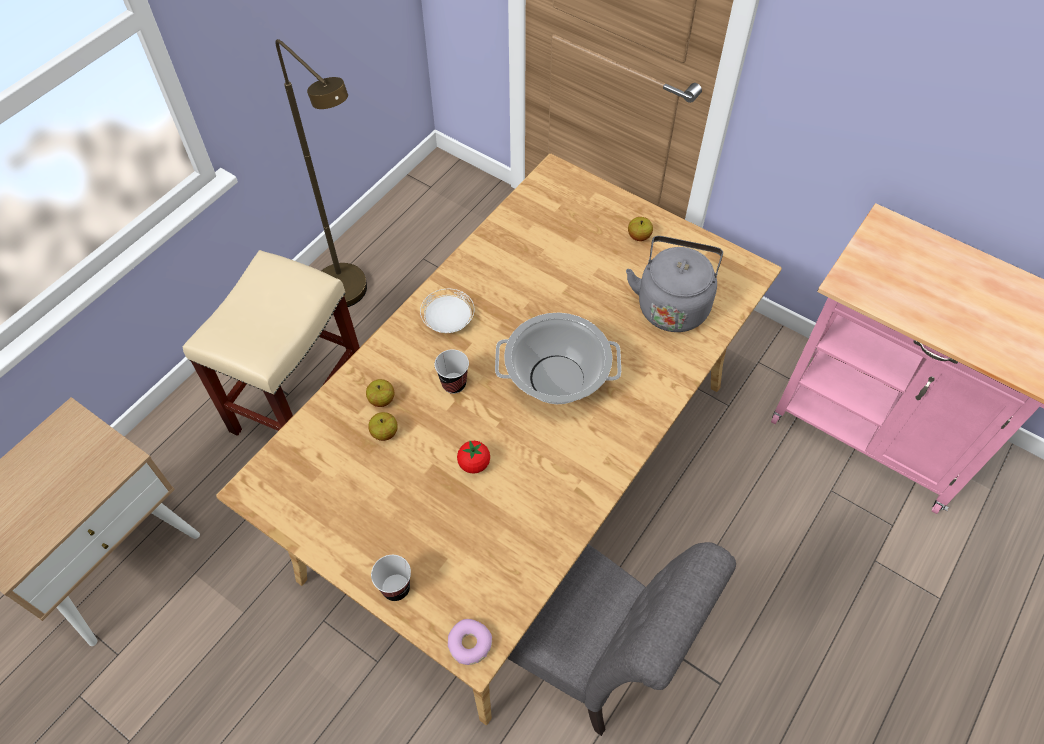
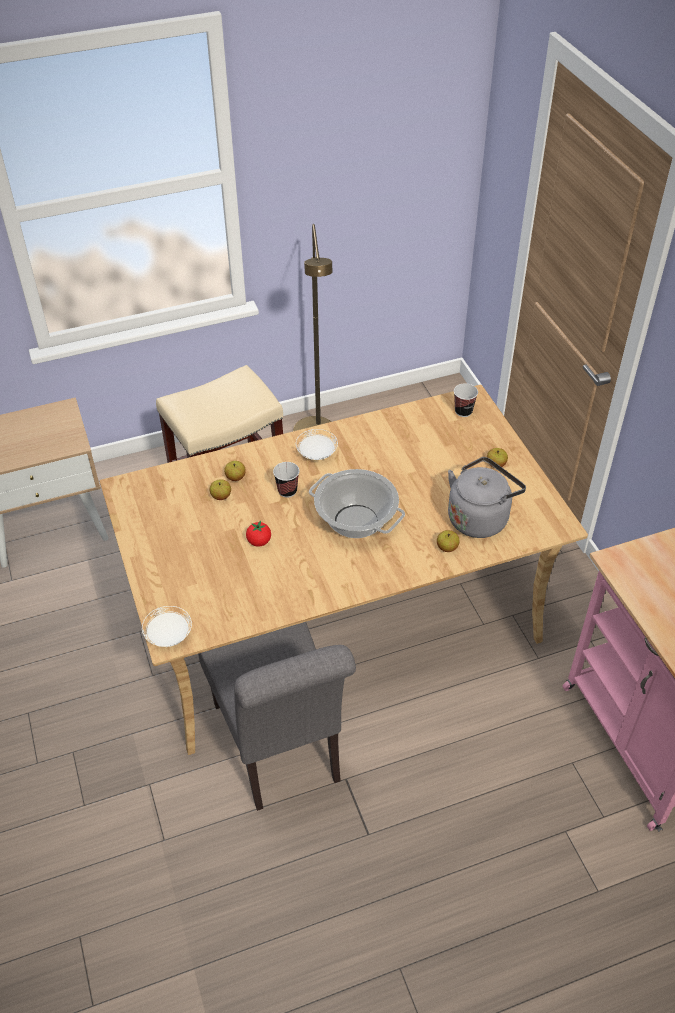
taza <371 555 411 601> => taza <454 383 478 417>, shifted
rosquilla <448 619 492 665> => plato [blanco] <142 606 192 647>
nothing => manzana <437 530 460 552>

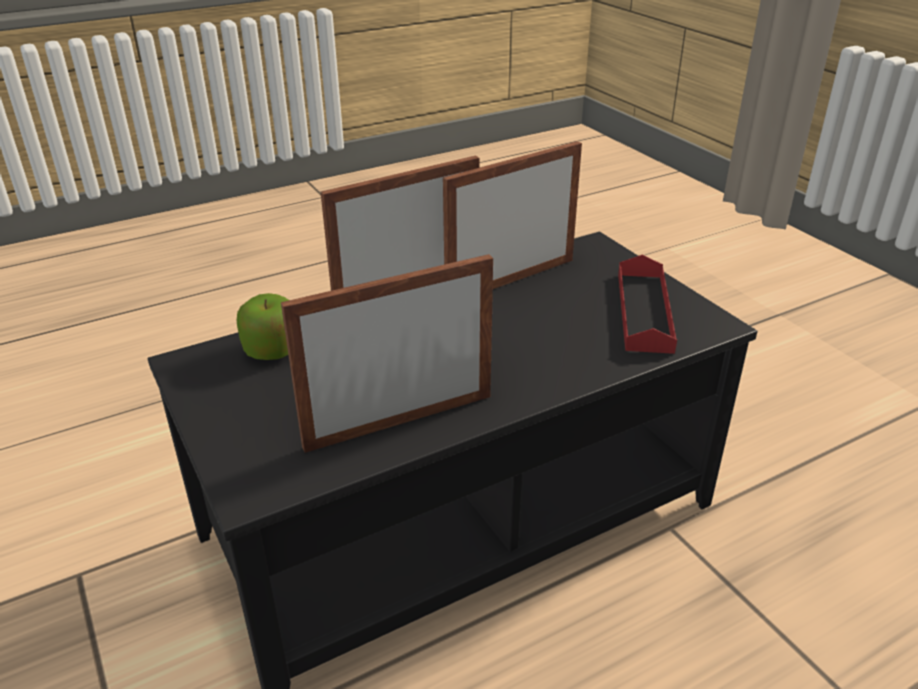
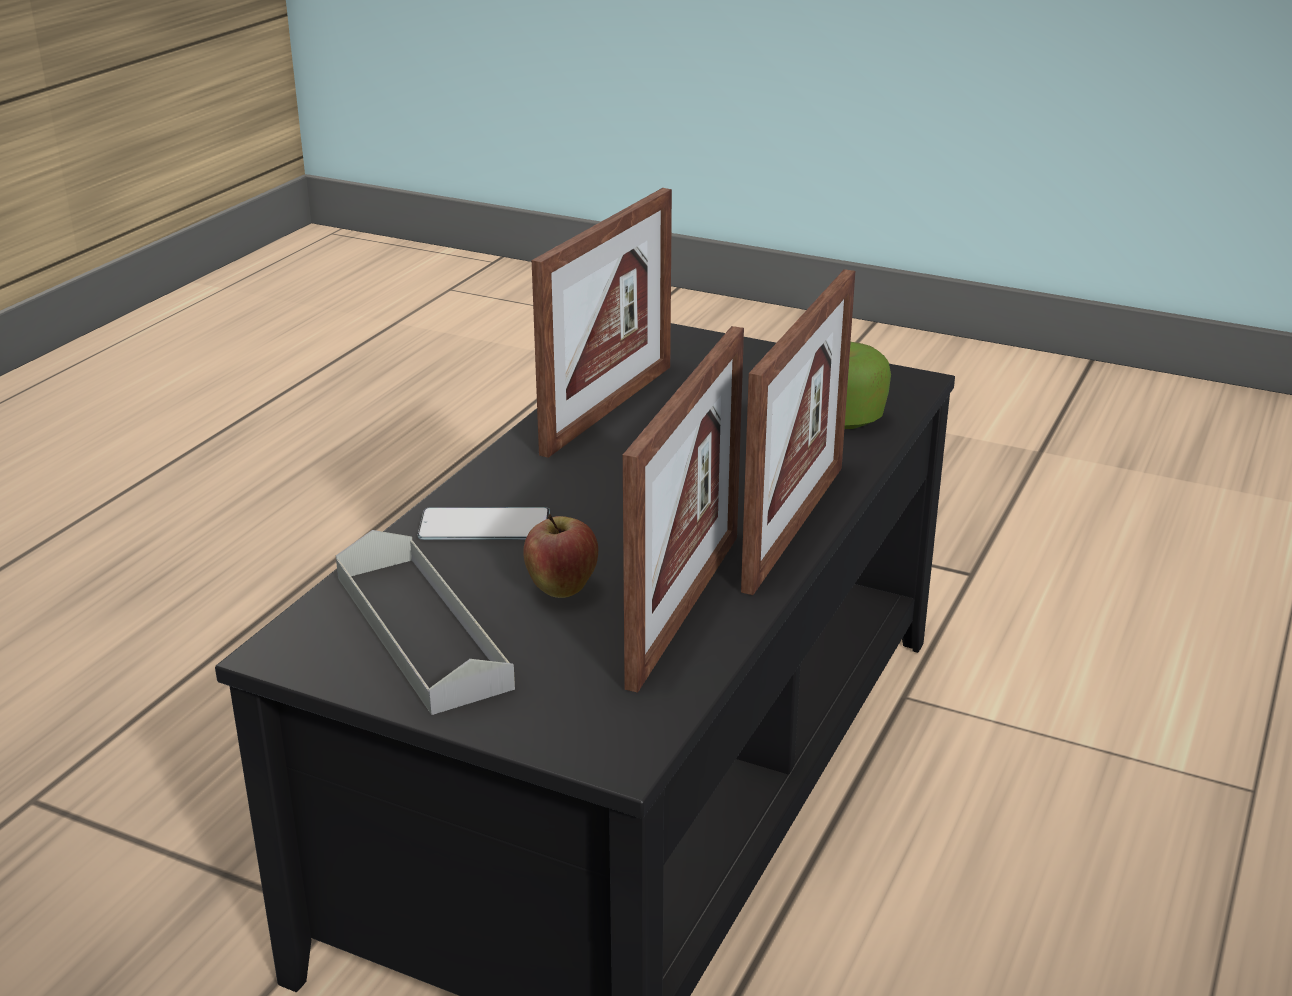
bandeja [rojo] <618 254 677 354> => bandeja [gris] <336 530 515 715>
nothing => móvil <418 507 550 540>
nothing => manzana <524 514 598 598>

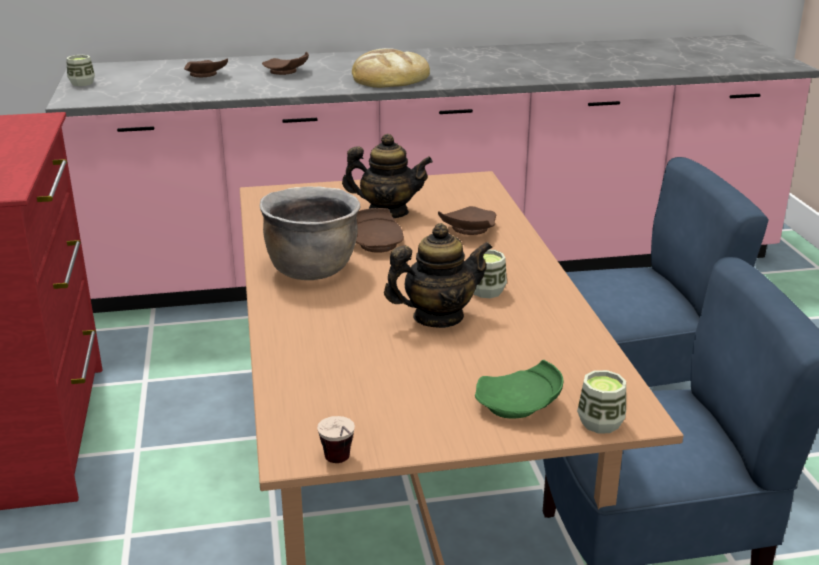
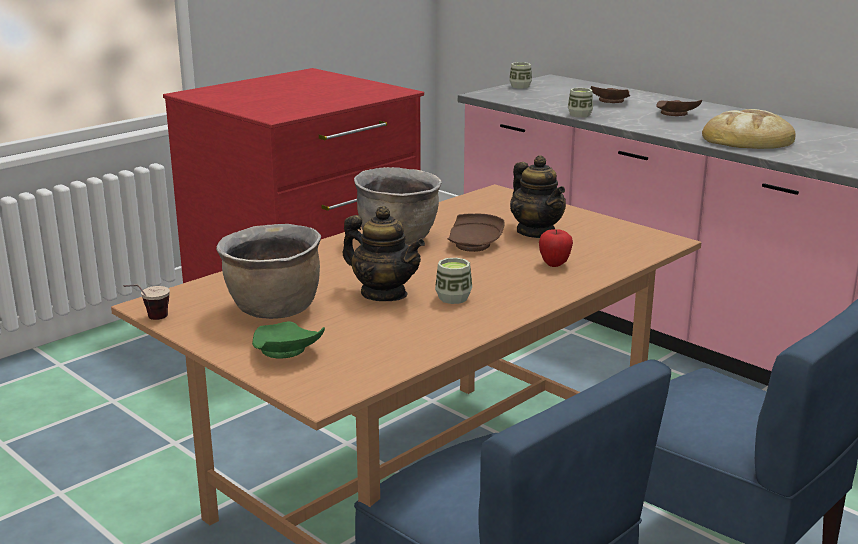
plato [marrón] <438 206 496 235> => manzana <539 229 573 267>
taza <577 370 626 433> => taza <568 88 593 118>, shifted
nothing => olla [marrón] <216 224 321 319>

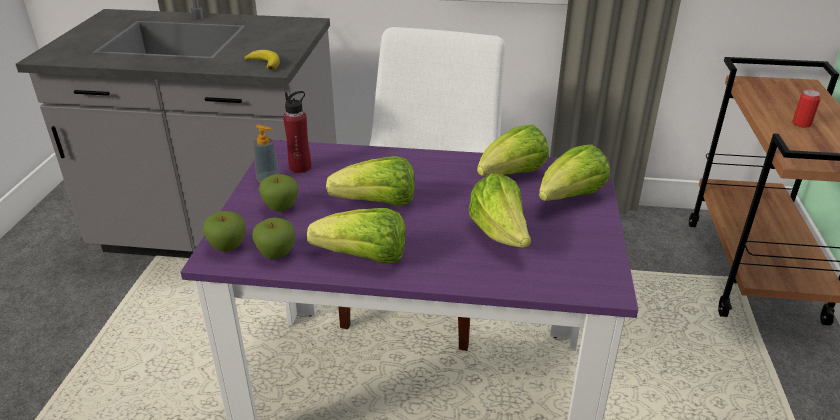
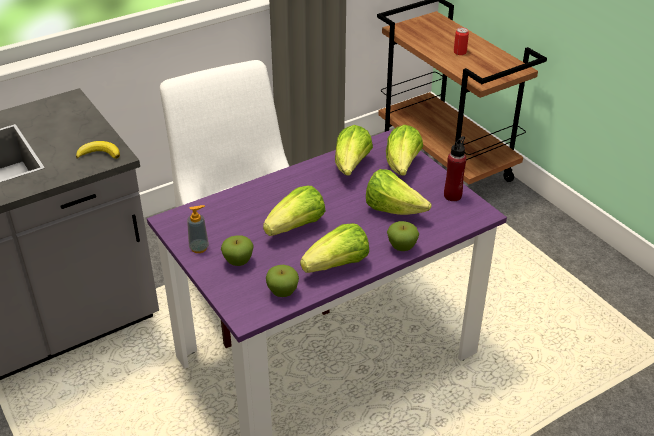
botella [rojo] <283 91 311 173> => botella [rojo] <444 136 467 201>, shifted
manzana <203 211 246 252> => manzana <387 221 419 251>, shifted

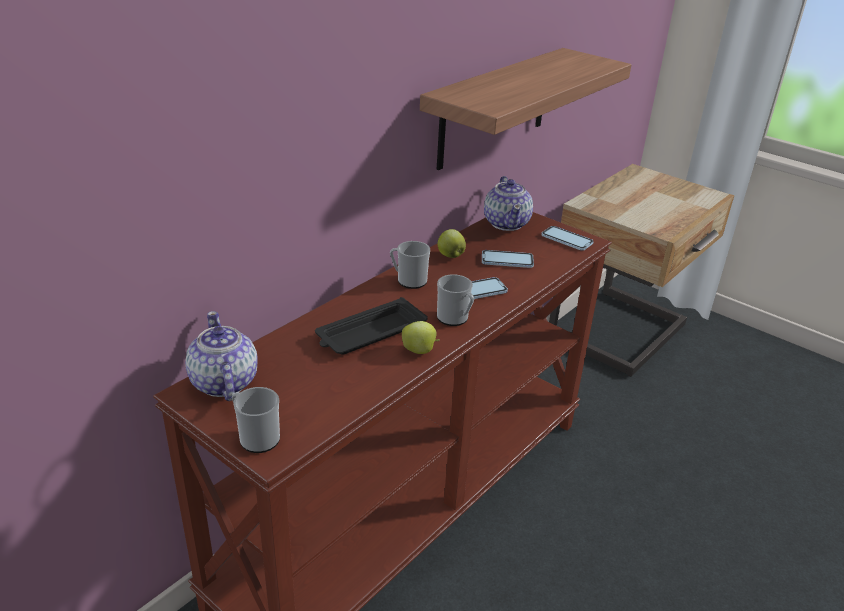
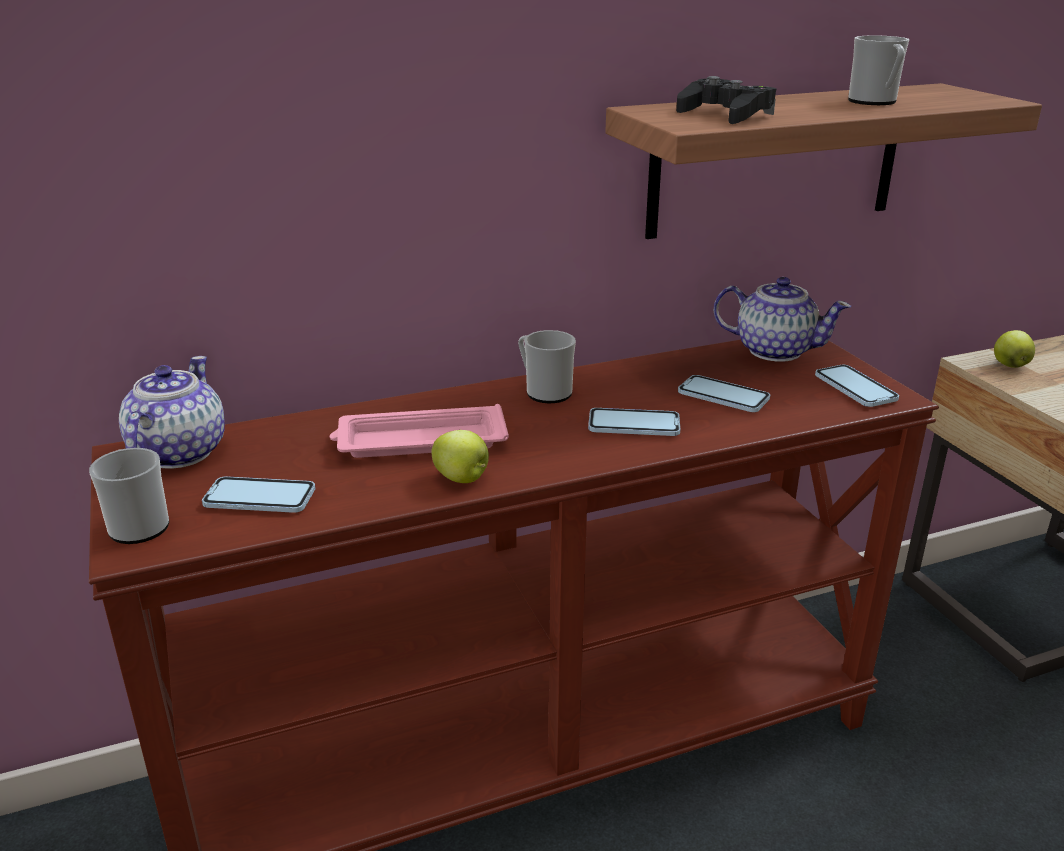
tetera <484 176 533 231> => tetera <713 277 851 362>, 90 degrees counterclockwise
manzana <437 229 466 258> => manzana <994 330 1035 368>, shifted
taza grande <437 274 474 326> => taza grande <848 35 909 105>, shifted
bandeja [negro] <315 297 428 355> => bandeja [rosa] <329 404 509 458>
nothing => mando de consola [negro] <676 76 776 124>
nothing => móvil <202 476 315 513>

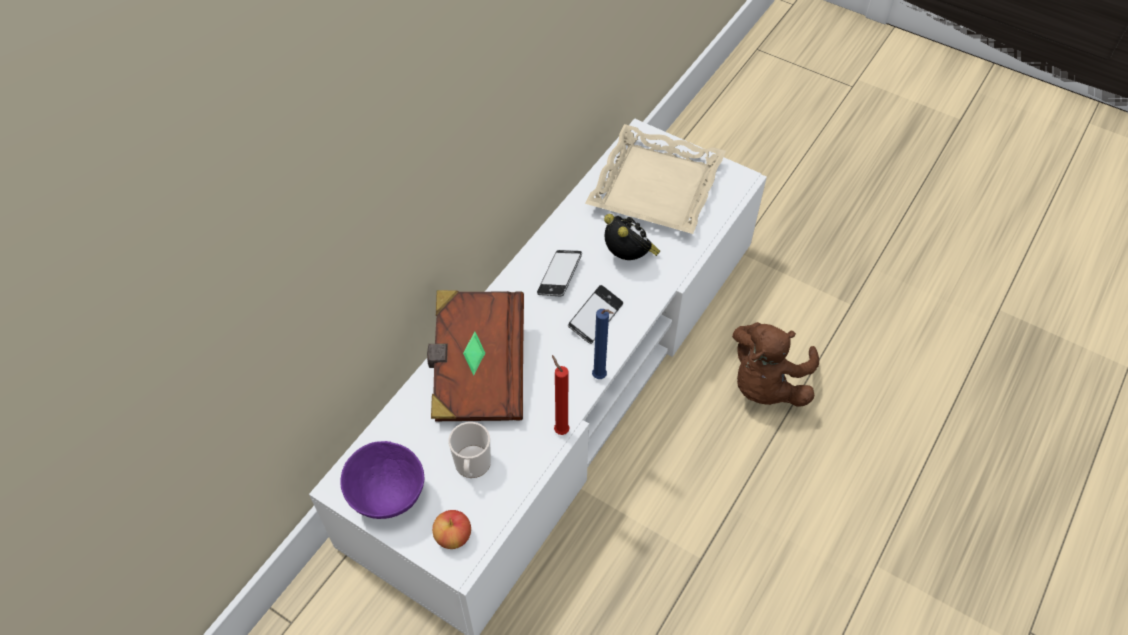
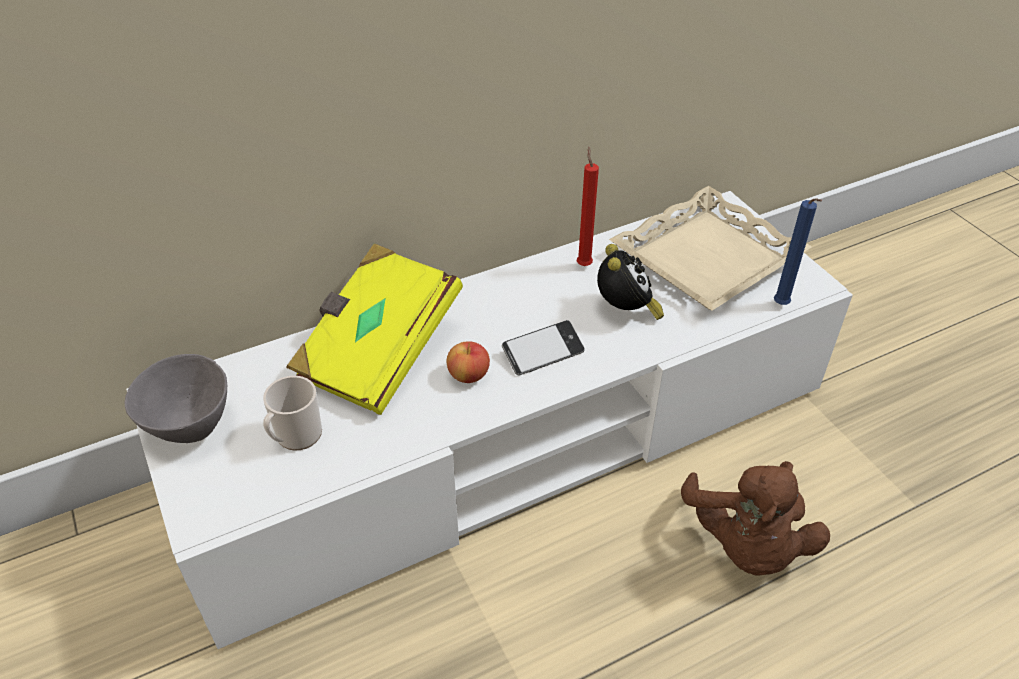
móvil <537 250 582 296> => nothing
libro [marrón] <427 290 524 421> => libro [amarillo] <286 243 463 415>
vela [azul] <592 309 614 379> => vela [azul] <774 198 822 305>, shifted
peluche [marrón] <732 322 819 407> => peluche [marrón] <681 461 830 576>, 60 degrees counterclockwise
vela [rojo] <552 355 570 435> => vela [rojo] <577 147 599 266>, shifted
cuenco [morado] <340 441 424 519> => cuenco [gris] <125 354 227 443>
manzana <432 510 471 549> => manzana <446 341 490 383>, shifted

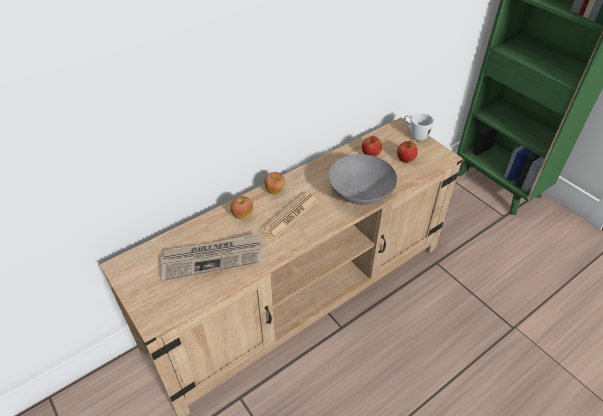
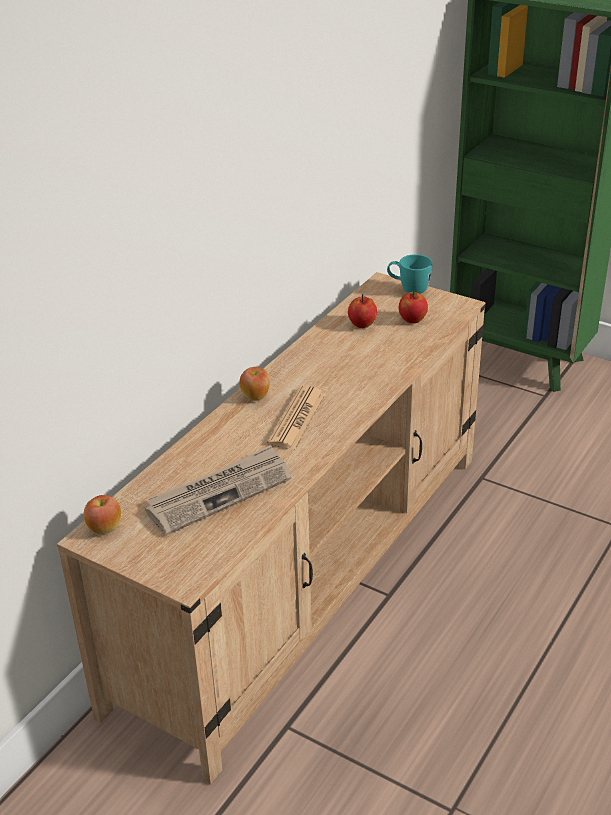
taza grande [blanco] <403 113 434 141> => taza grande [turquesa] <387 254 432 294>
cuenco [gris] <328 154 397 205> => nothing
manzana <230 196 253 219> => manzana <84 495 121 534>, shifted

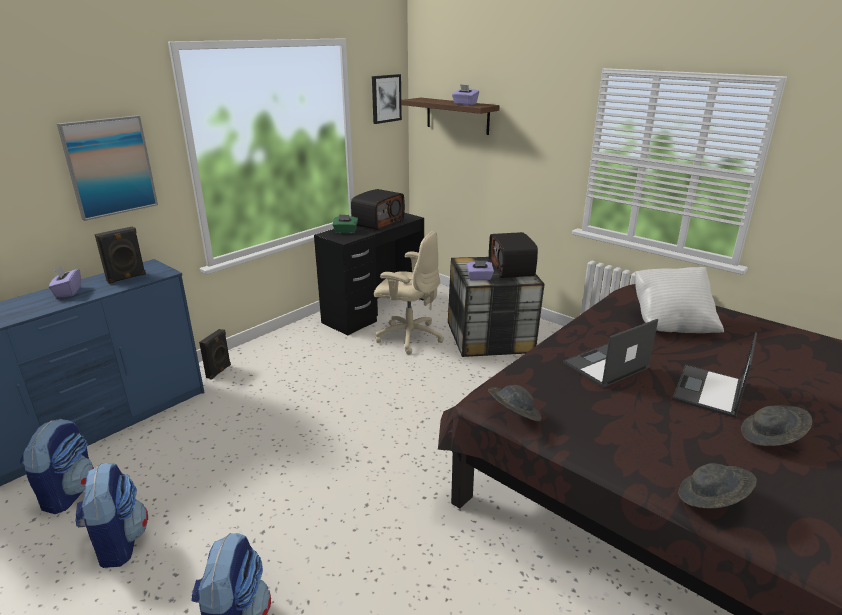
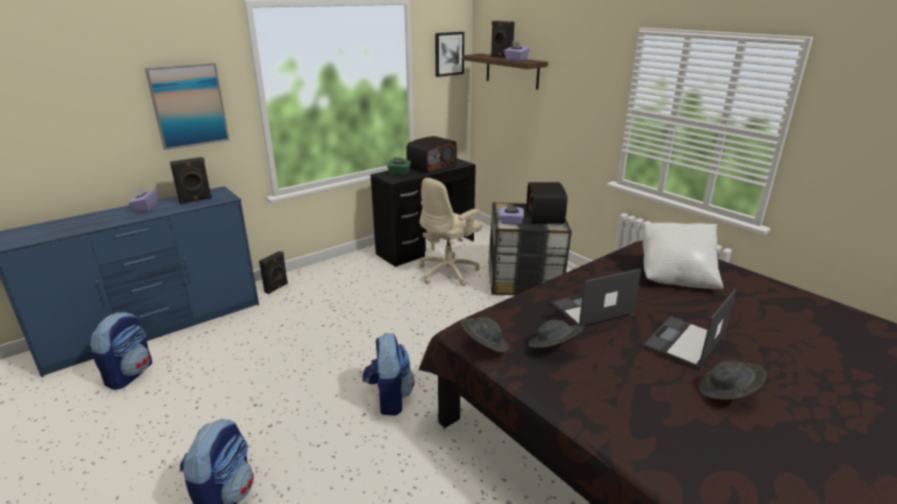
silla de oficina [beis] <374 231 444 355> => silla de oficina [beis] <419 178 482 286>, 105 degrees clockwise
mochila <75 463 148 568> => mochila <362 333 415 416>, shifted
sombrero [gris] <678 463 757 508> => sombrero [gris] <529 319 582 348>, shifted
nothing => altavoz [negro] <491 21 515 58>

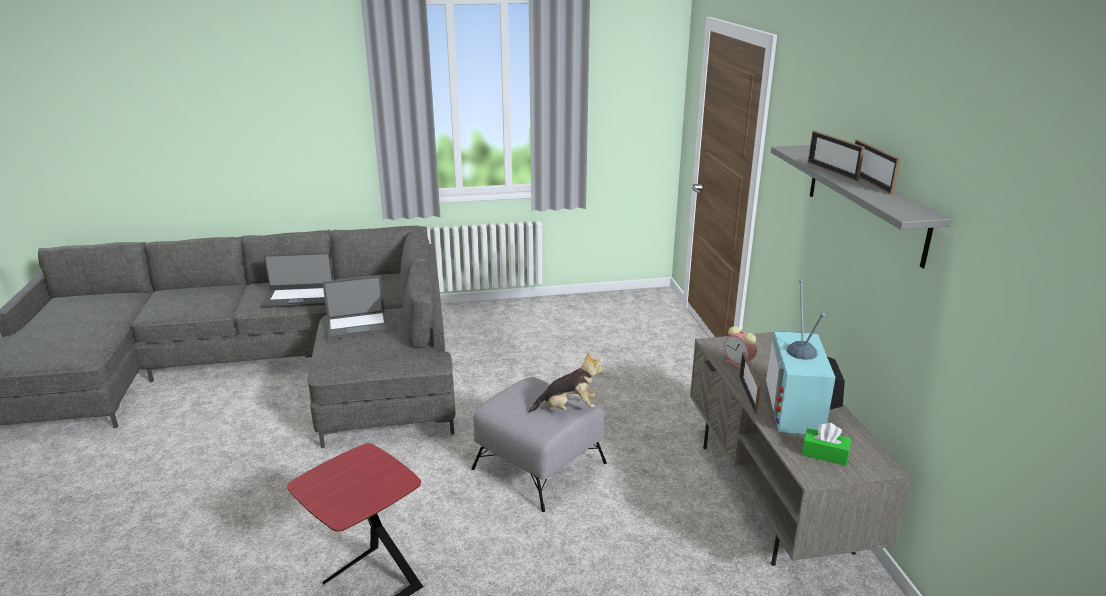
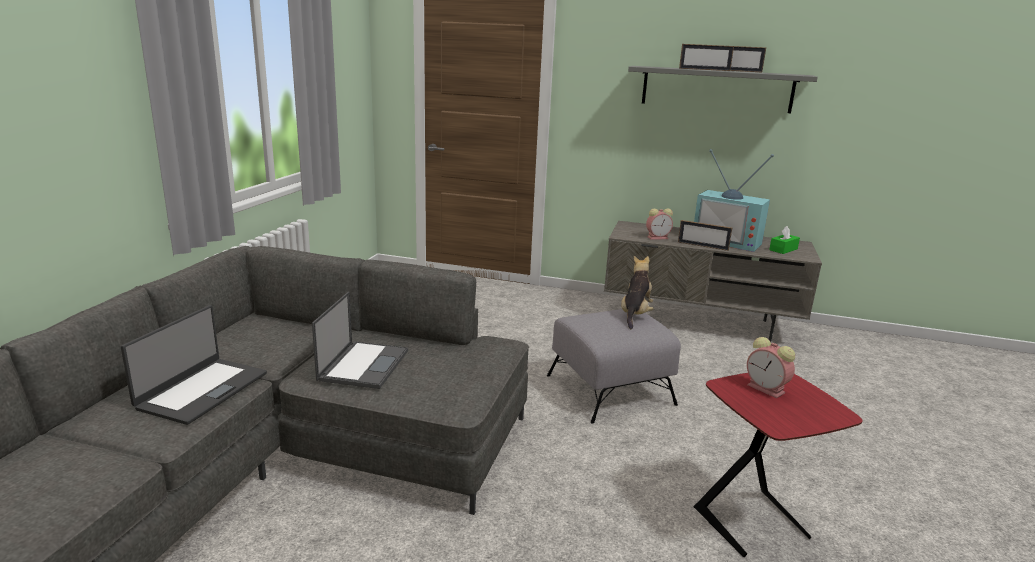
nothing => despertador <747 337 795 398>

